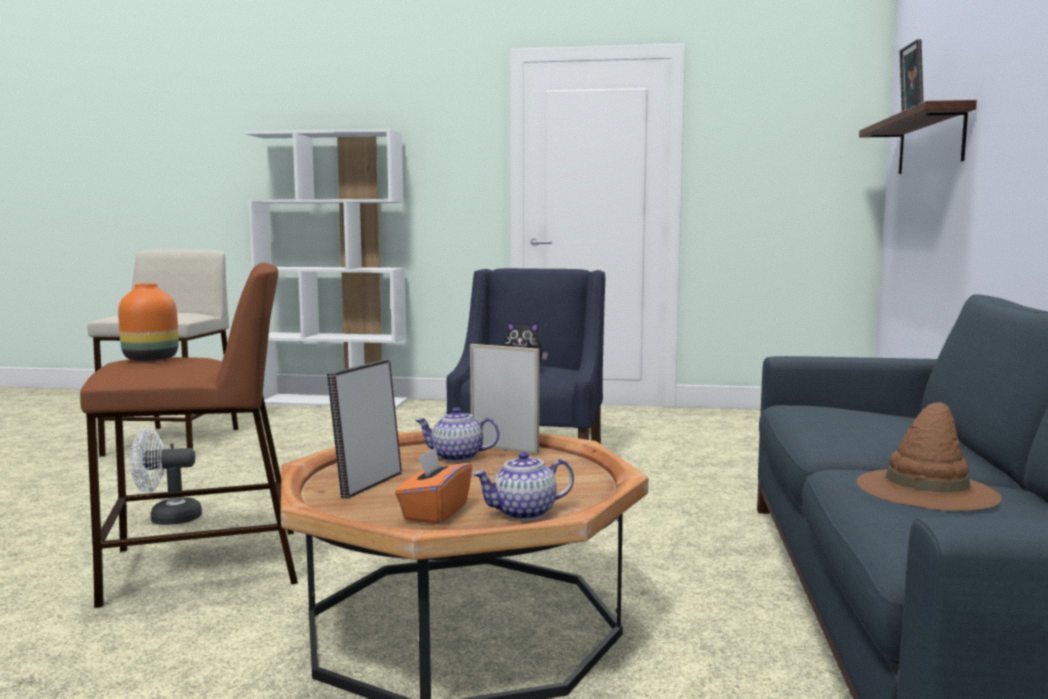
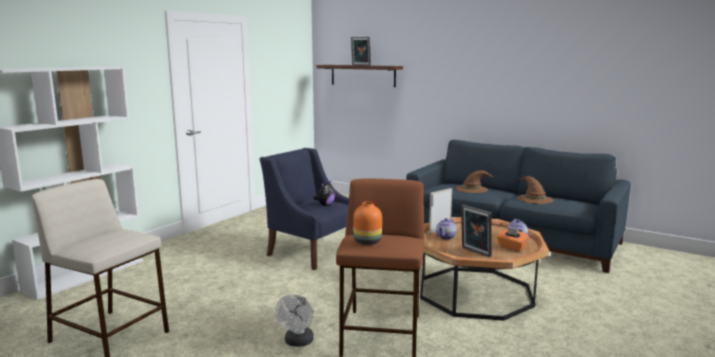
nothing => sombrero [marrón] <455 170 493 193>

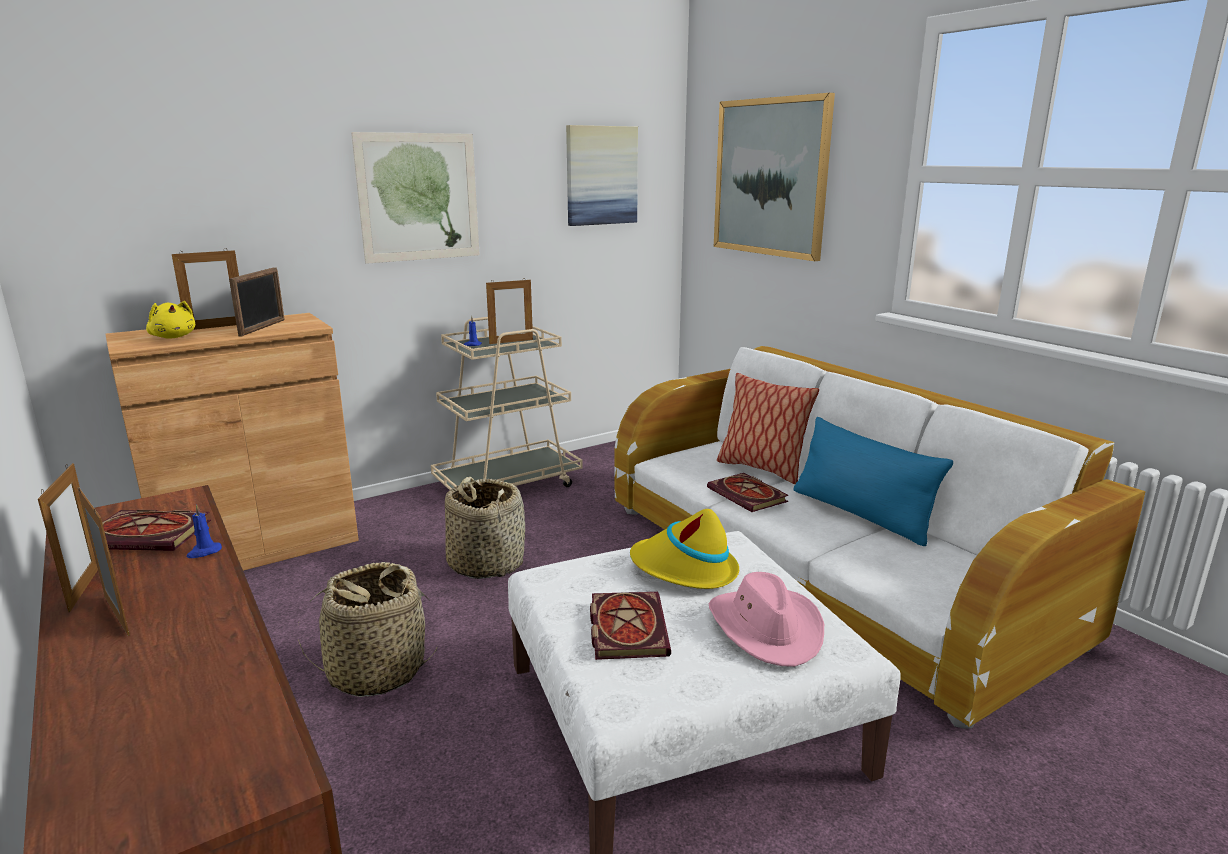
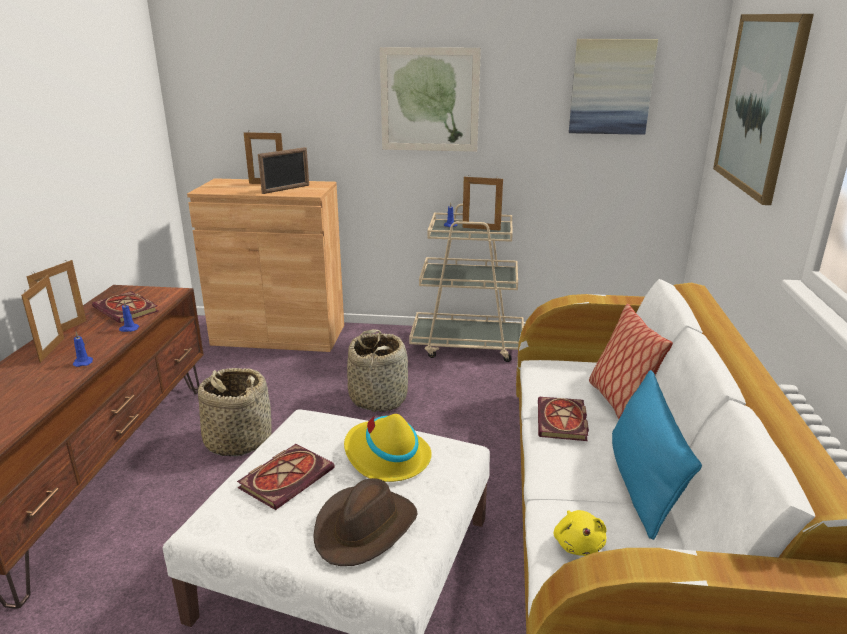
peluche [amarillo] <146 301 195 339> => peluche [amarillo] <554 510 607 556>, shifted
sombrero [rosa] <709 572 824 667> => sombrero [marrón] <313 478 418 566>
nothing => vela [azul] <73 332 93 367>

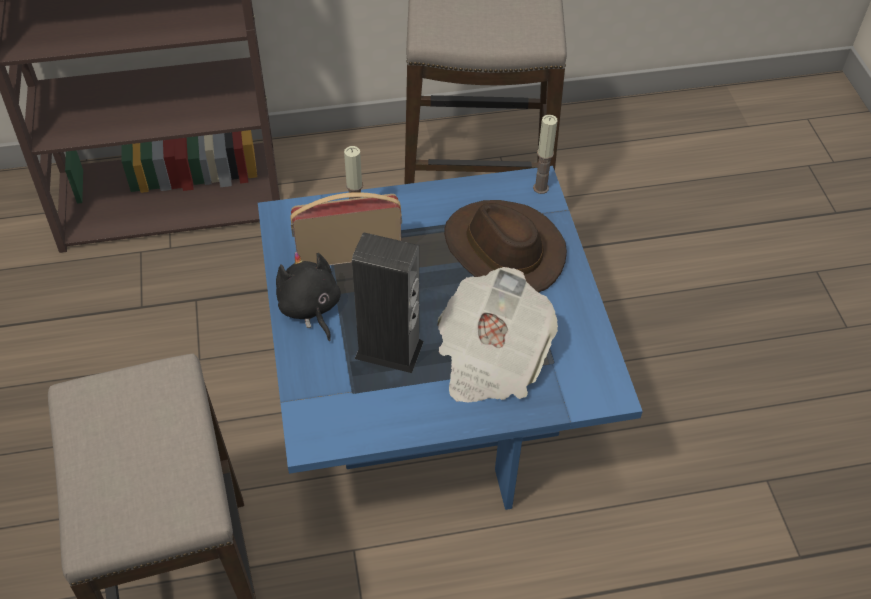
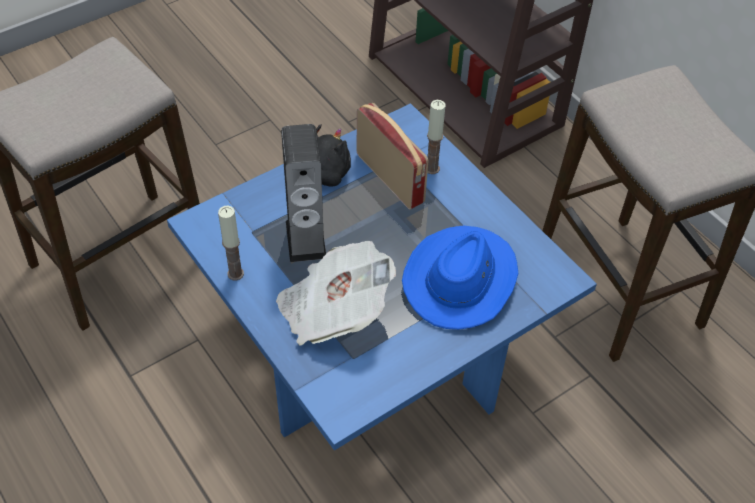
vela <533 115 557 194> => vela <218 206 244 281>, shifted
sombrero [marrón] <444 200 567 292> => sombrero [azul] <402 226 518 330>

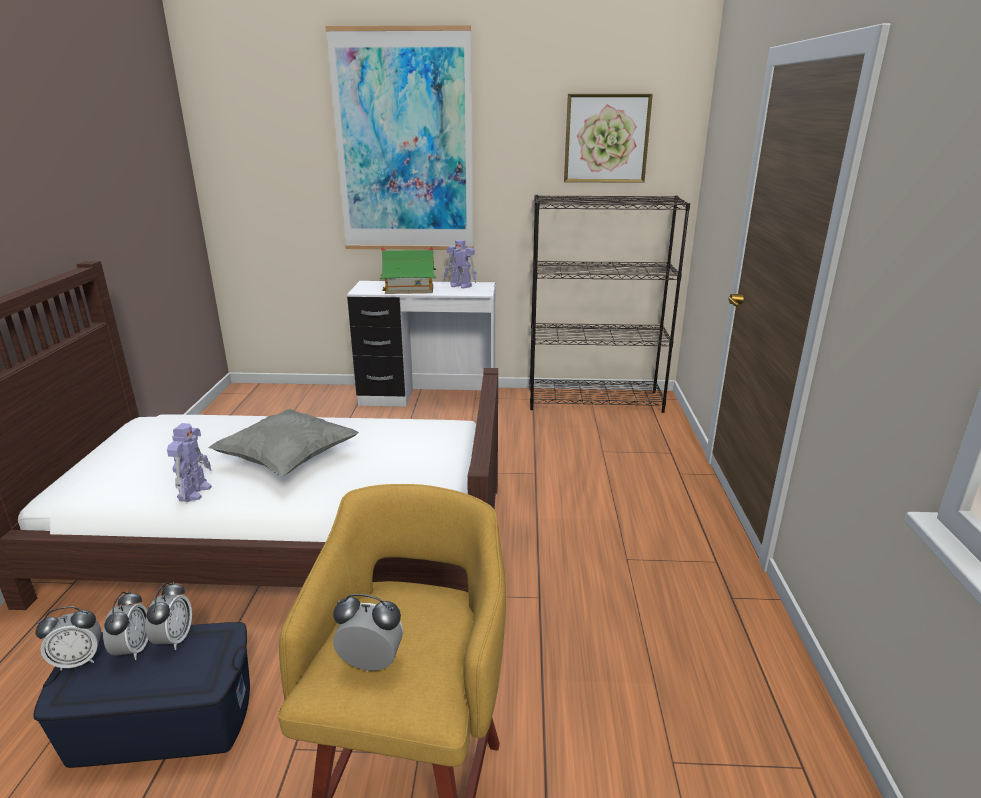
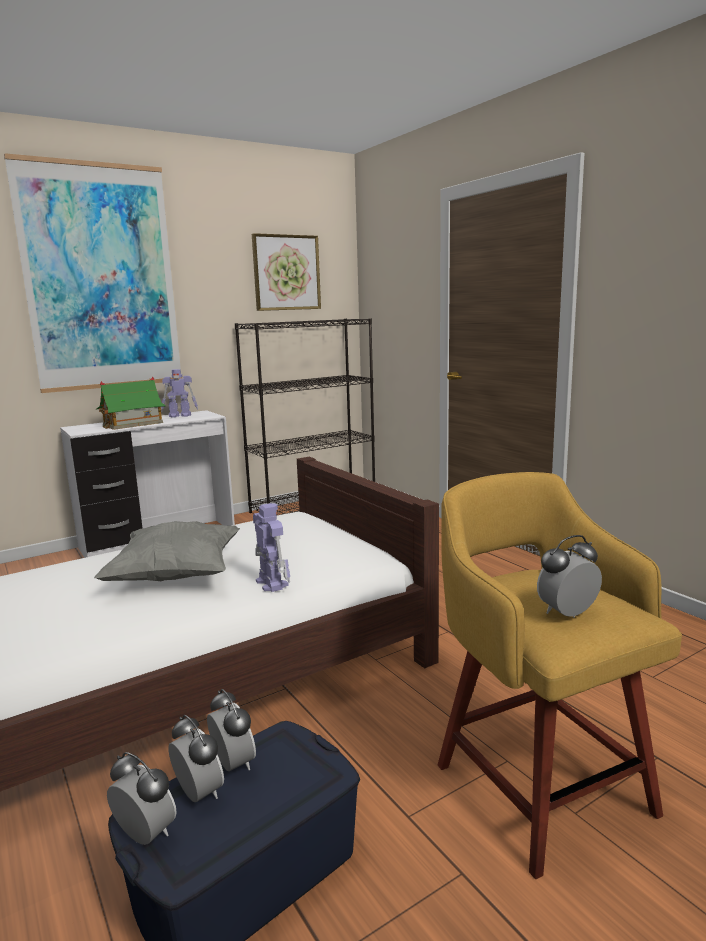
robot de juguete <167 423 212 502> => robot de juguete <253 503 290 592>, shifted
despertador <35 606 101 671> => despertador <107 752 177 845>, 90 degrees counterclockwise

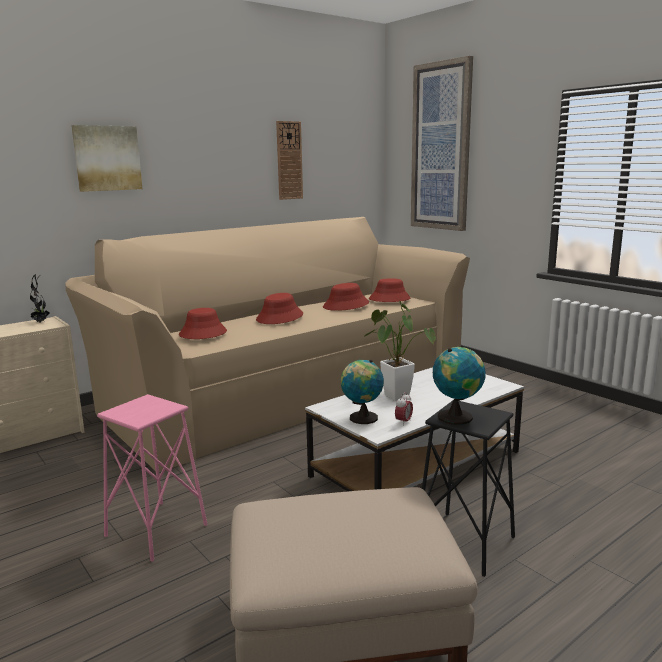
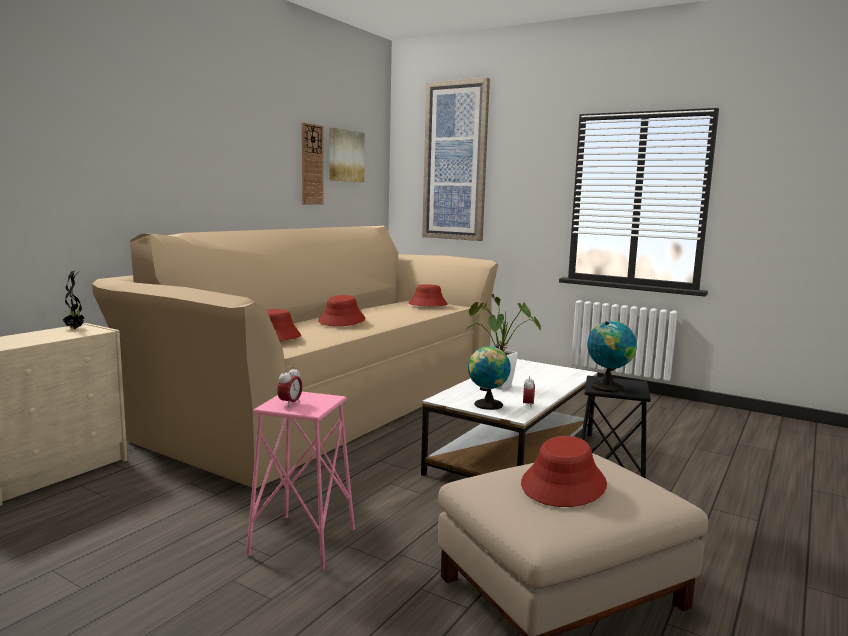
cuadro <71 125 142 192> => cuadro <329 128 365 182>, shifted
sombrero [rojo] <323 283 369 311> => sombrero [rojo] <521 436 607 507>, shifted
nothing => despertador <277 366 303 407>

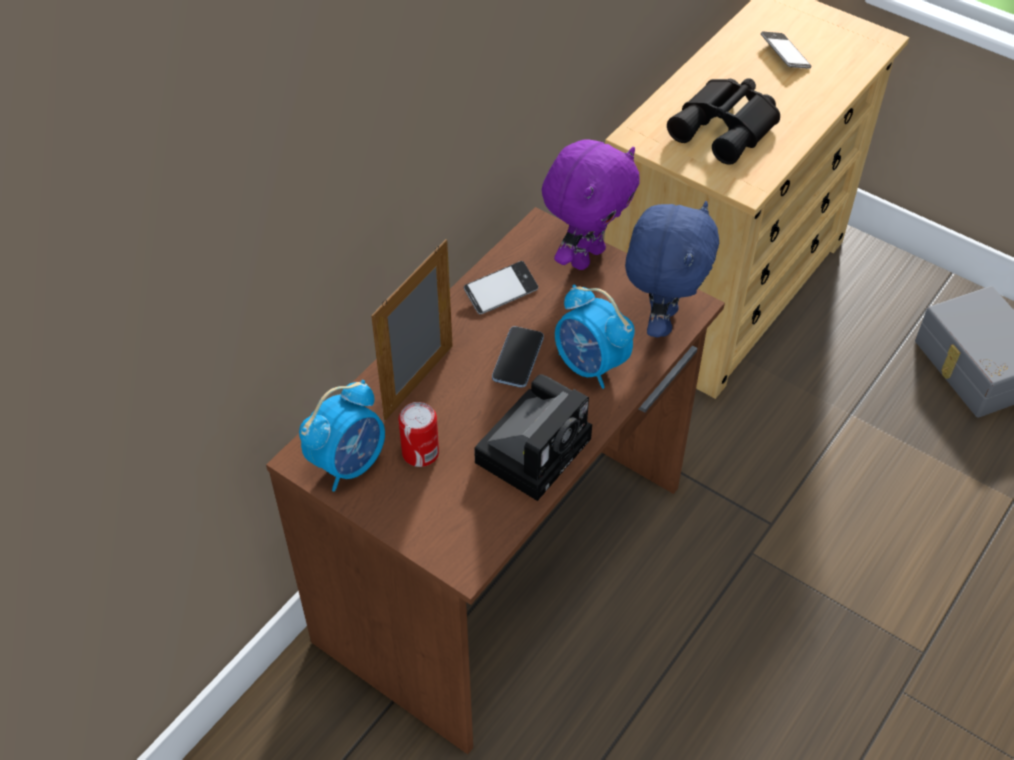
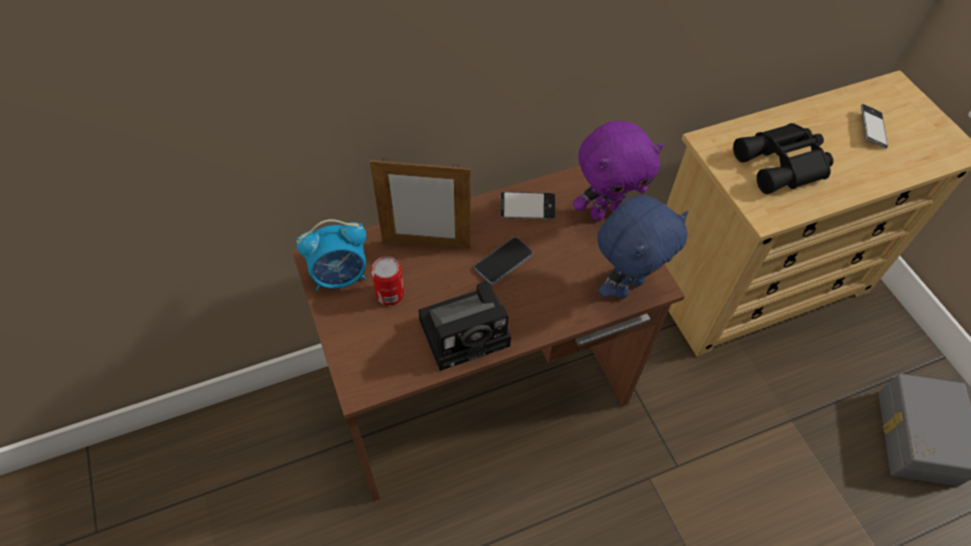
portarretratos <371 239 453 421> => portarretratos <370 158 471 249>, 150 degrees counterclockwise
despertador <555 284 635 389> => nothing

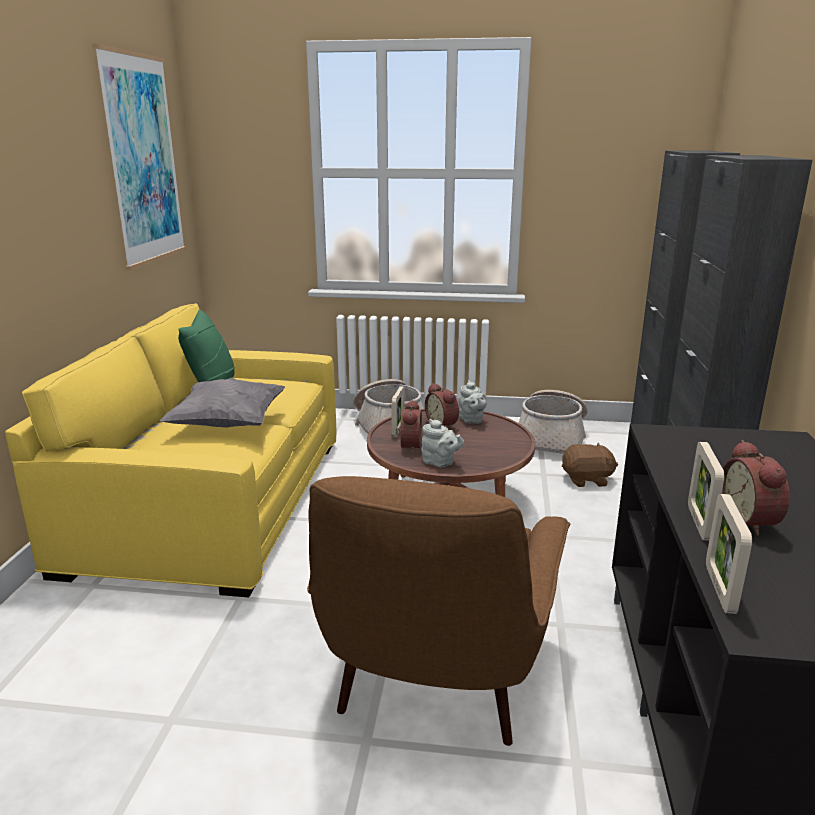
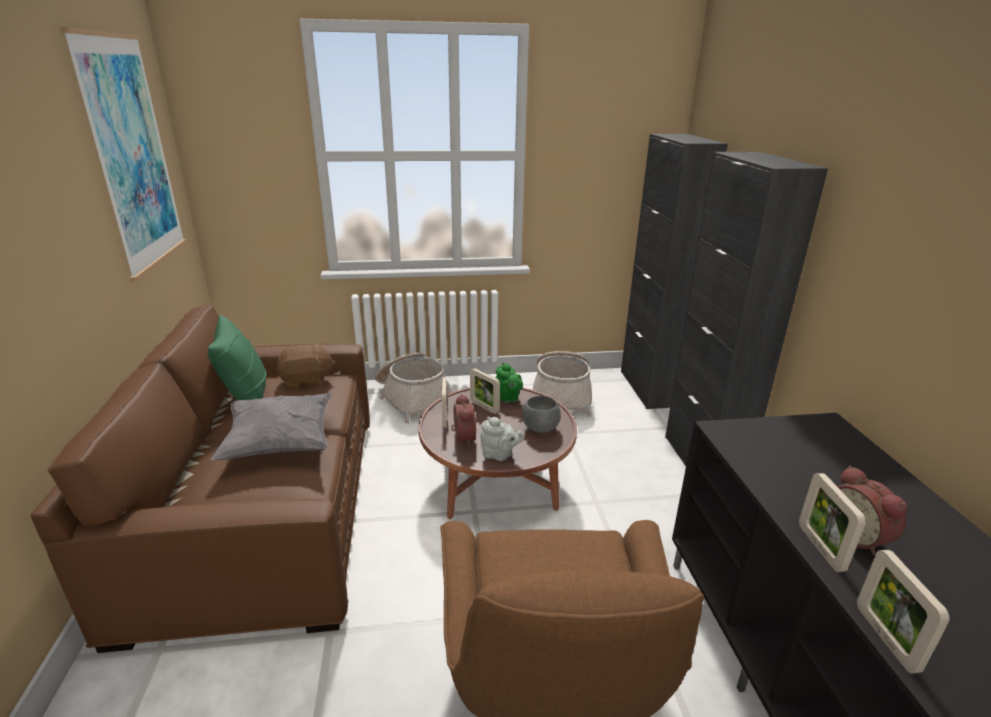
sofá [amarillo] <5 303 336 598> => sofá [marrón] <30 304 370 653>
tetera [gris] <459 380 487 423> => tetera [verde] <495 362 523 403>
despertador <425 383 459 428> => portarretratos <470 368 500 414>
peluche [marrón] <562 443 618 487> => peluche [marrón] <276 342 336 390>, shifted
nothing => cuenco [gris] <522 396 561 433>

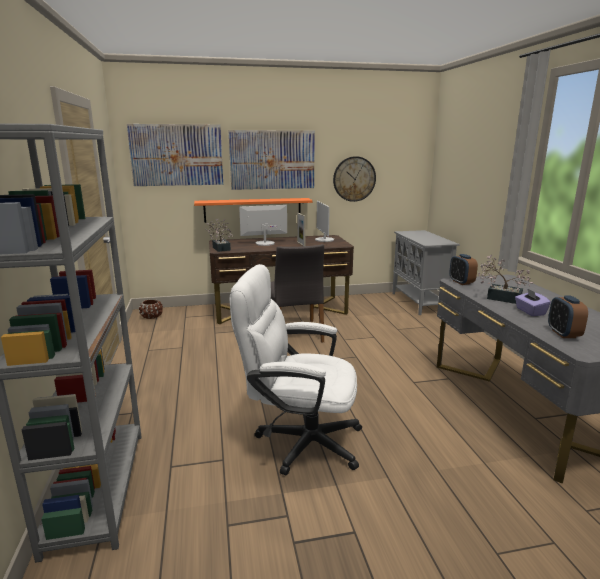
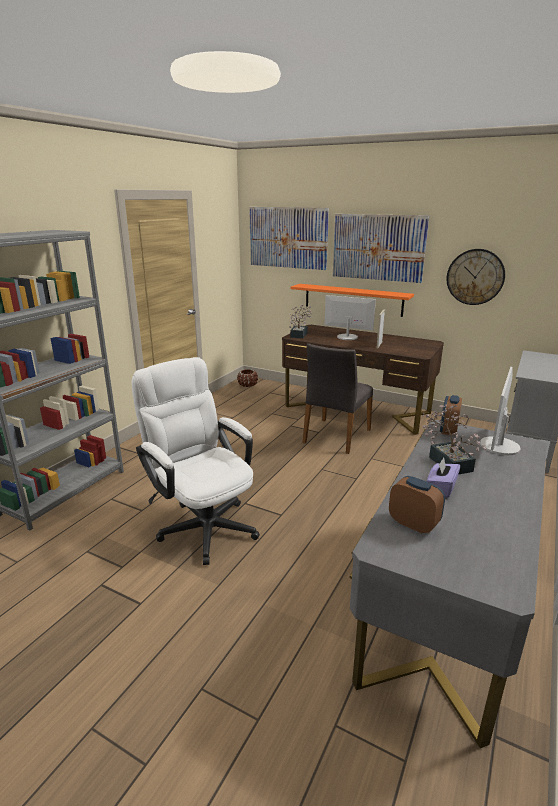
monitor <315 201 334 242> => monitor <480 367 521 455>, shifted
despertador <548 295 588 338> => despertador <389 476 445 534>, 90 degrees clockwise

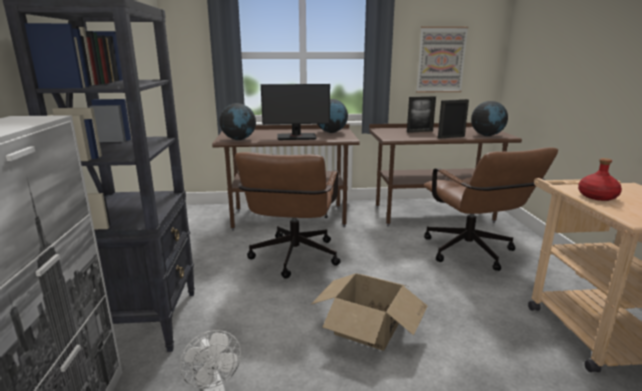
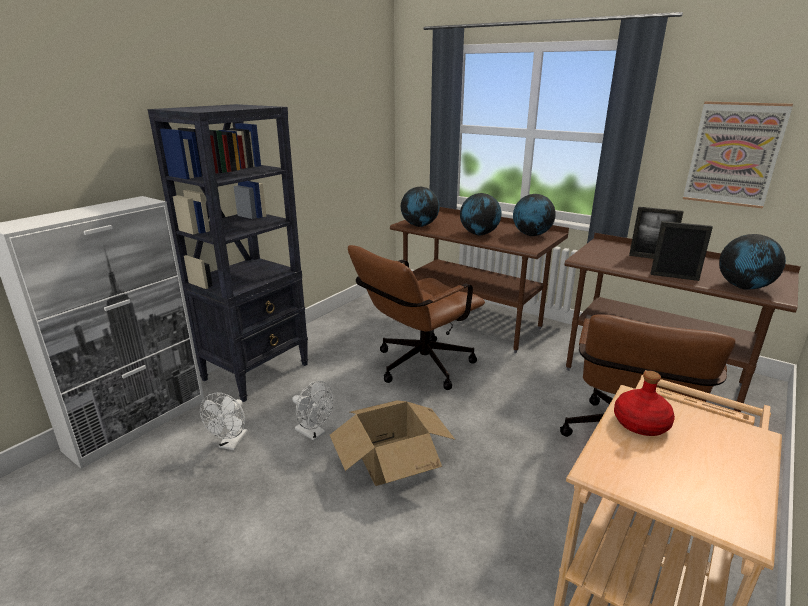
monitor <261 84 330 140> => globo terráqueo <460 193 501 235>
nothing => ventilador [blanco] <292 381 333 441>

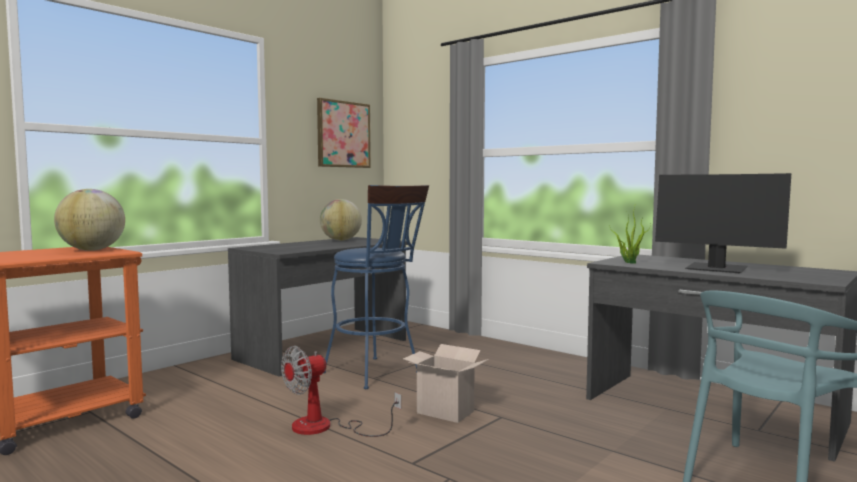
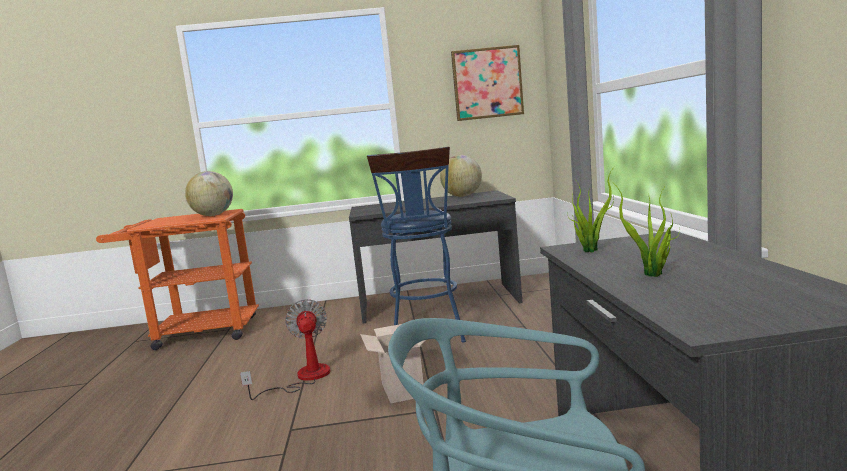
monitor <655 173 791 273> => planta en maceta <611 181 680 277>
ventilador <281 346 401 437> => ventilador <240 299 330 400>, 75 degrees clockwise

